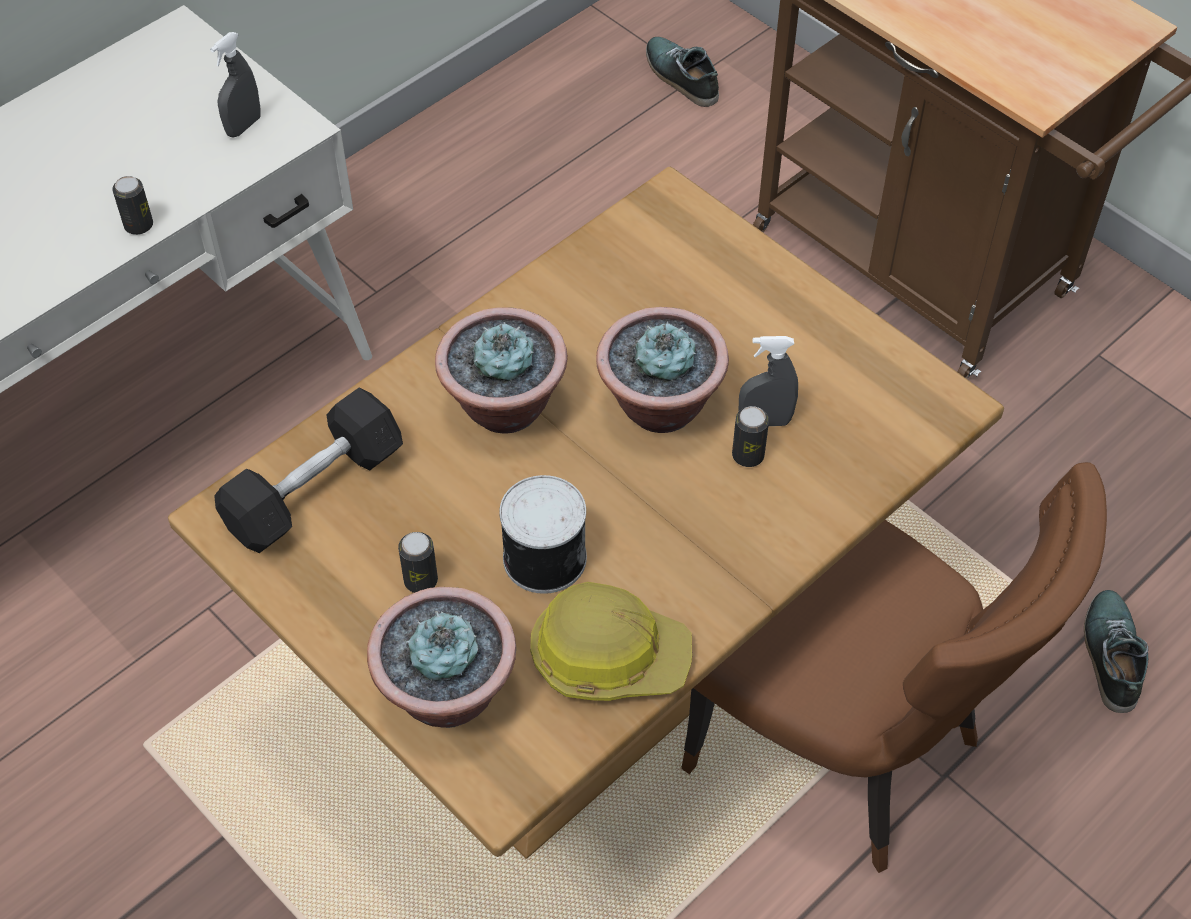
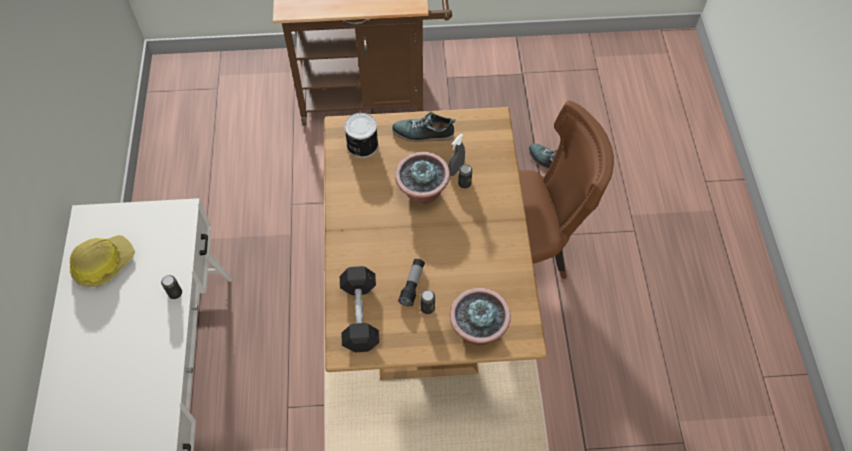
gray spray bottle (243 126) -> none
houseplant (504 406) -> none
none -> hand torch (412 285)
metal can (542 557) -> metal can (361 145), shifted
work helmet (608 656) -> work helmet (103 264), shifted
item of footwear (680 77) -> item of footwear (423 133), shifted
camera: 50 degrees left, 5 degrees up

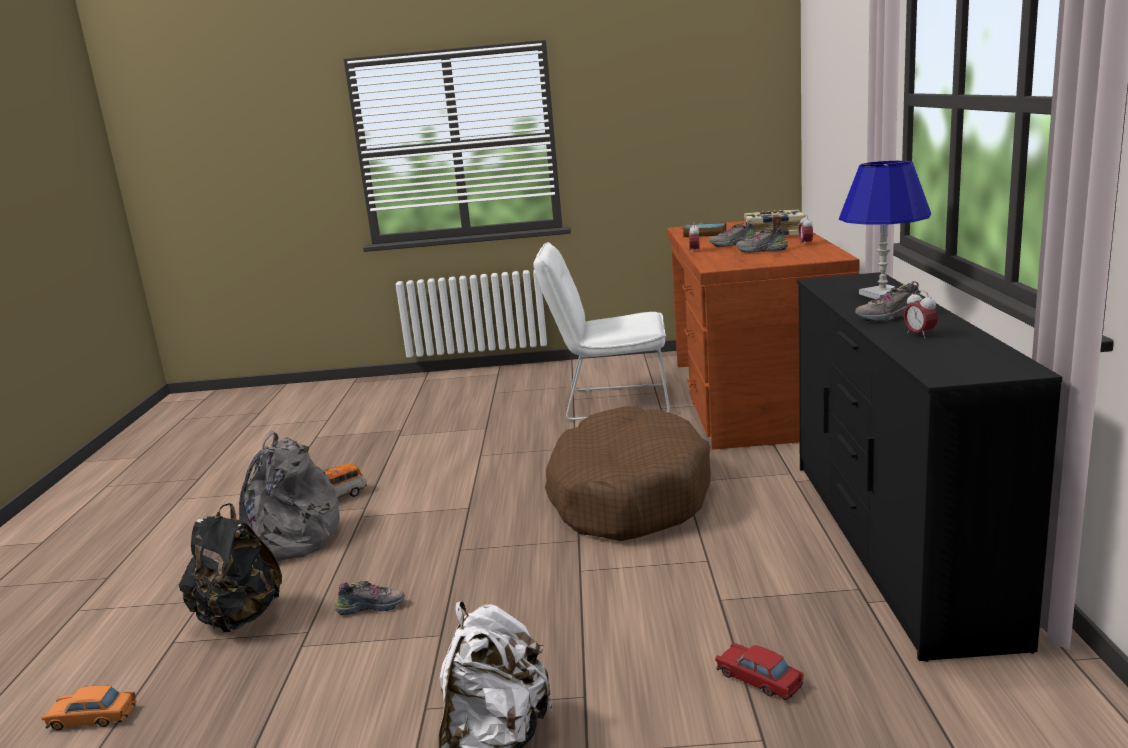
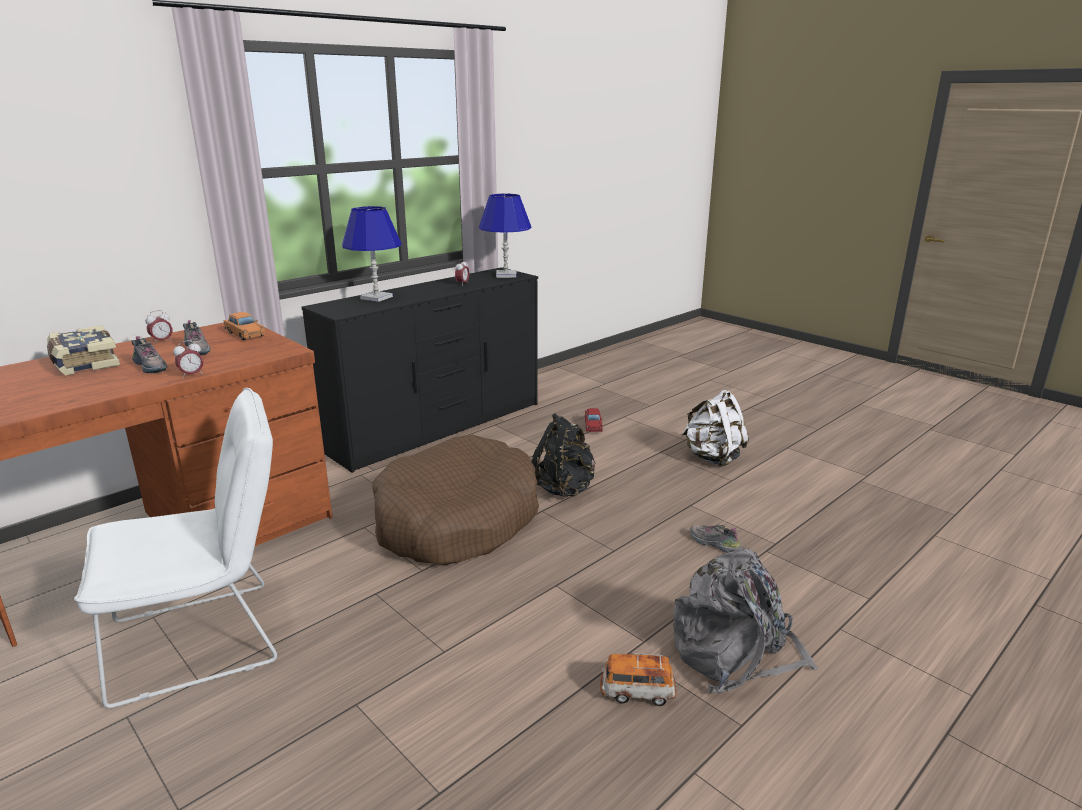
bound book (703 234) -> none
item of footwear (891 317) -> none
none -> blue-coloured table lamp (506 275)
orange-coloured model car (92 718) -> orange-coloured model car (245 334), shifted
black-coloured knapsack (239 618) -> black-coloured knapsack (565 488), shifted
white upright chair (608 403) -> white upright chair (209 638), 75 degrees counterclockwise
camera: 135 degrees left, 5 degrees up

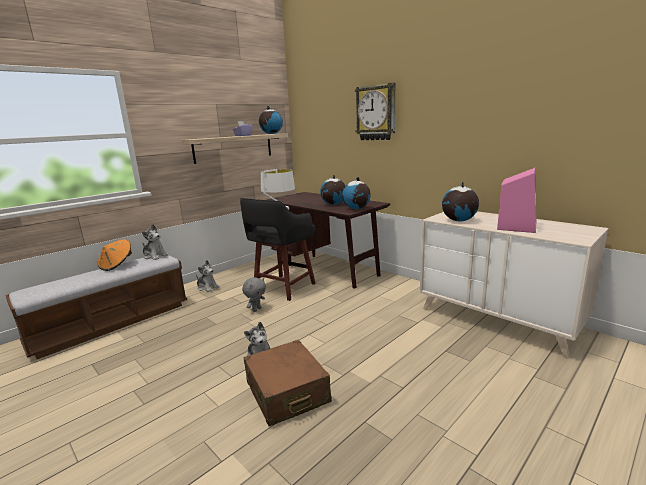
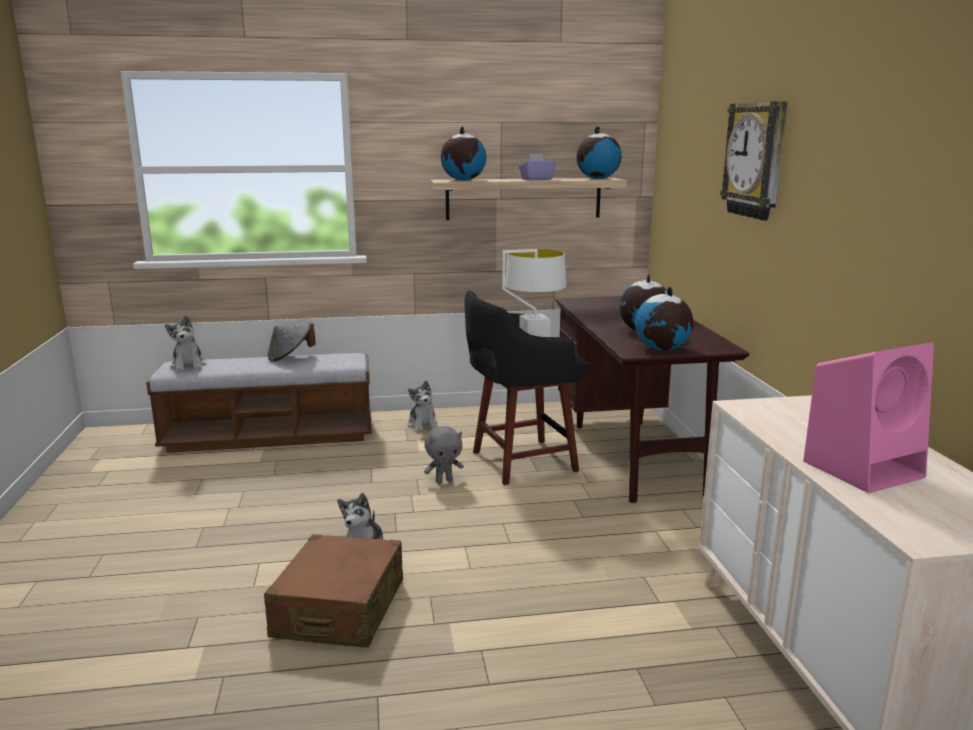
soft toy (155 256) -> soft toy (188 366), shifted
world globe (458 220) -> world globe (463 180), shifted
orange-coloured wearable hat (117 265) -> gray wearable hat (290 357)
camera: 35 degrees right, 0 degrees up

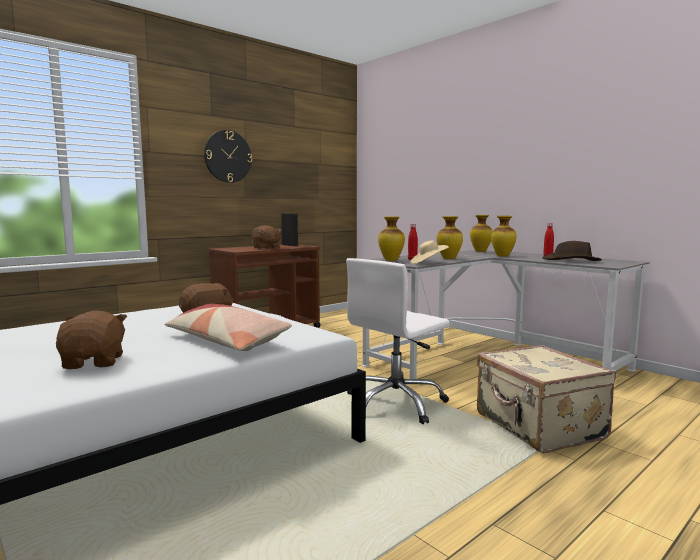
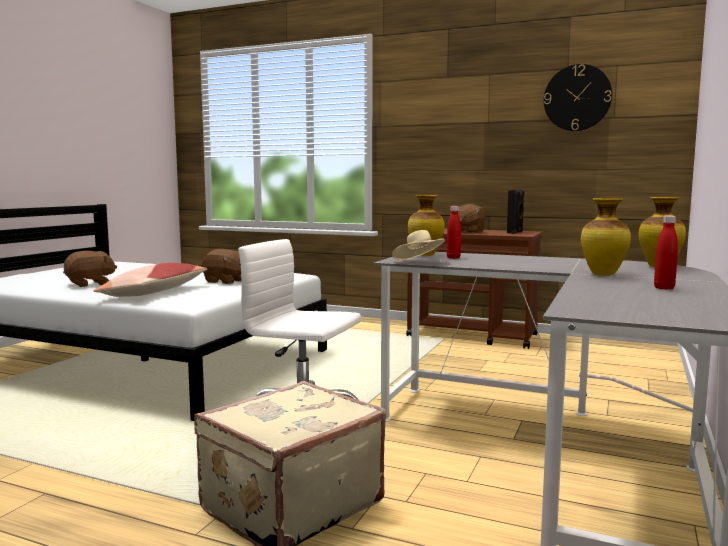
decorative vase (449 259) -> none
brown-coloured wearable hat (571 260) -> none
wall clock (228 156) -> wall clock (577 98), shifted
camera: 65 degrees right, 0 degrees up

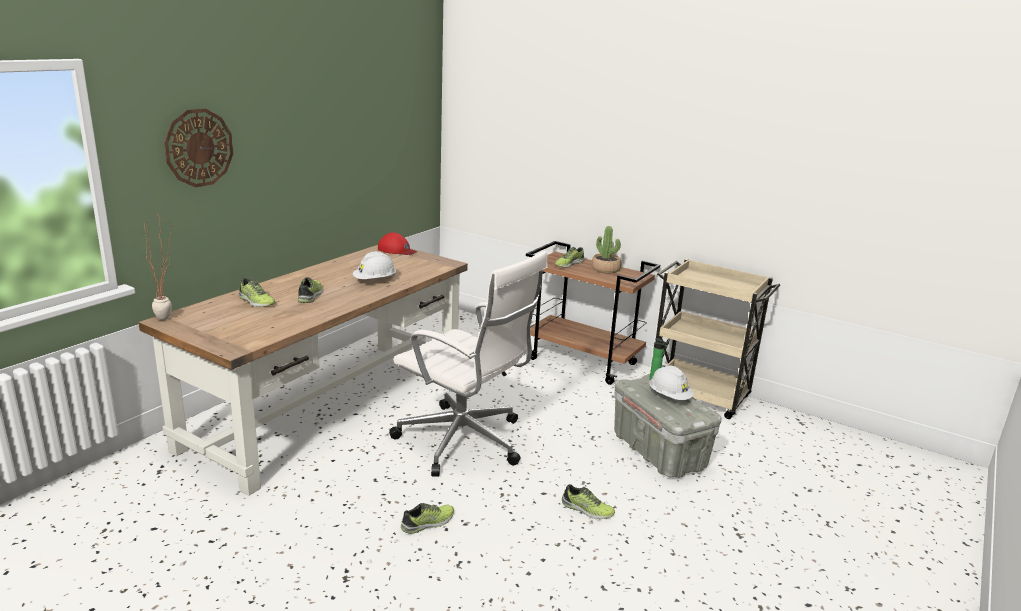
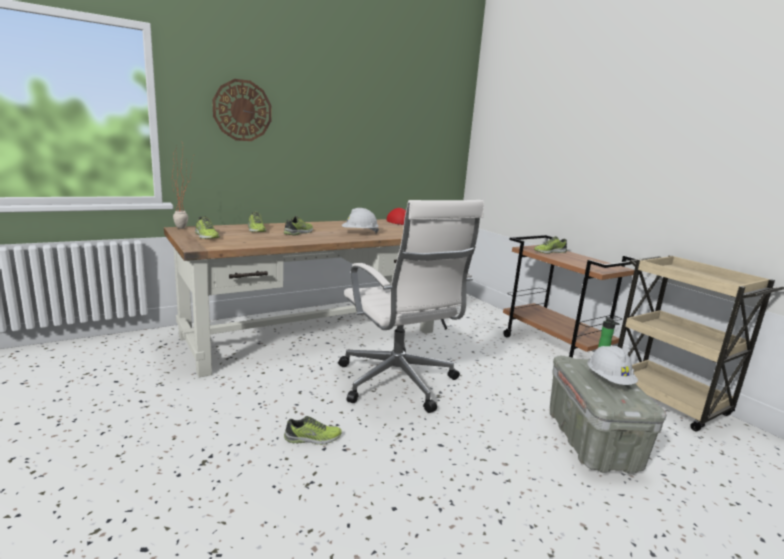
houseplant (605 269) -> none
item of footwear (587 510) -> item of footwear (206 236), shifted
camera: 25 degrees right, 5 degrees down

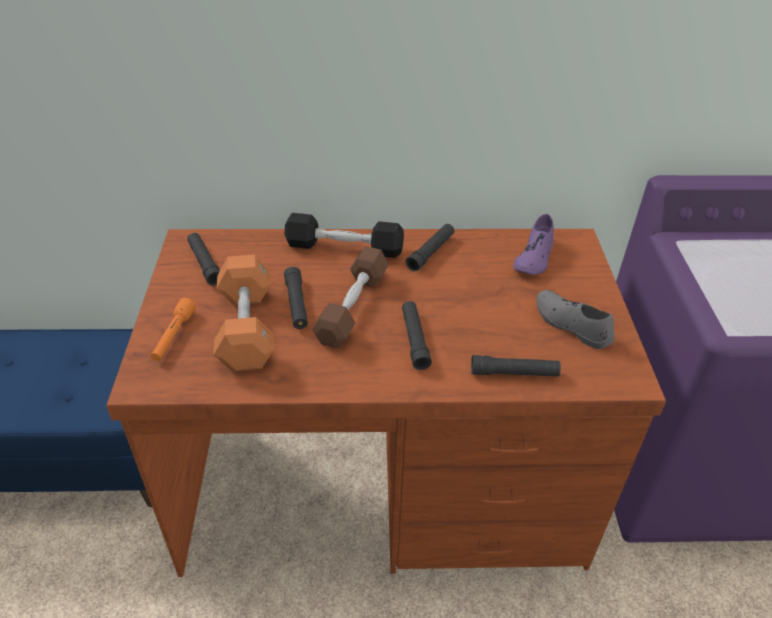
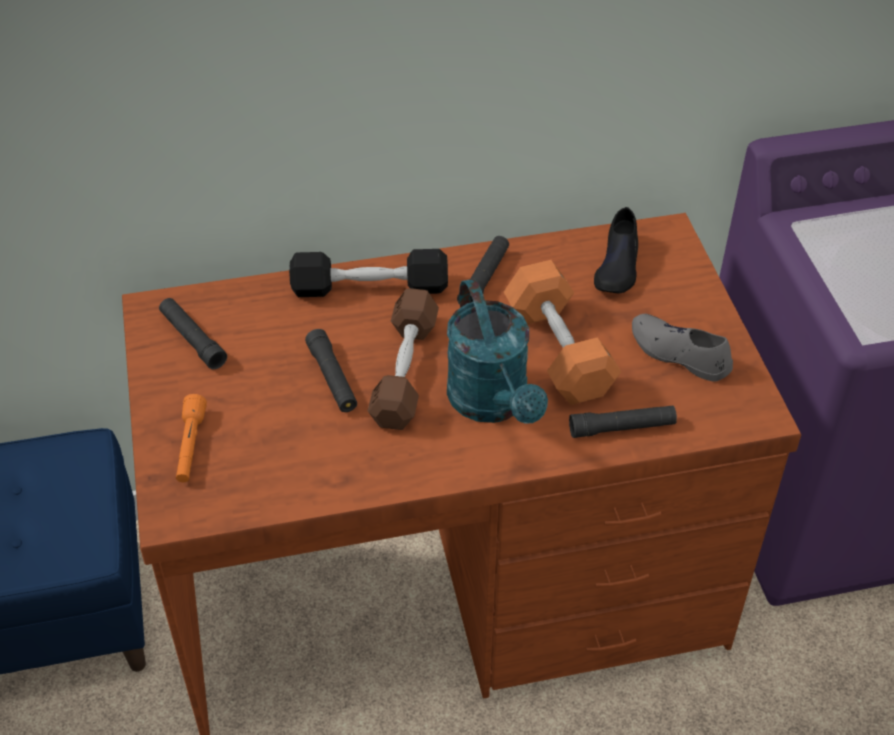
orange-coloured free weight (246 328) -> orange-coloured free weight (559 351), shifted
black-coloured hand torch (414 340) -> blue-green watering can (493 404)
purplish item of footwear (534 257) -> black-coloured item of footwear (617 266)
camera: 10 degrees left, 5 degrees up

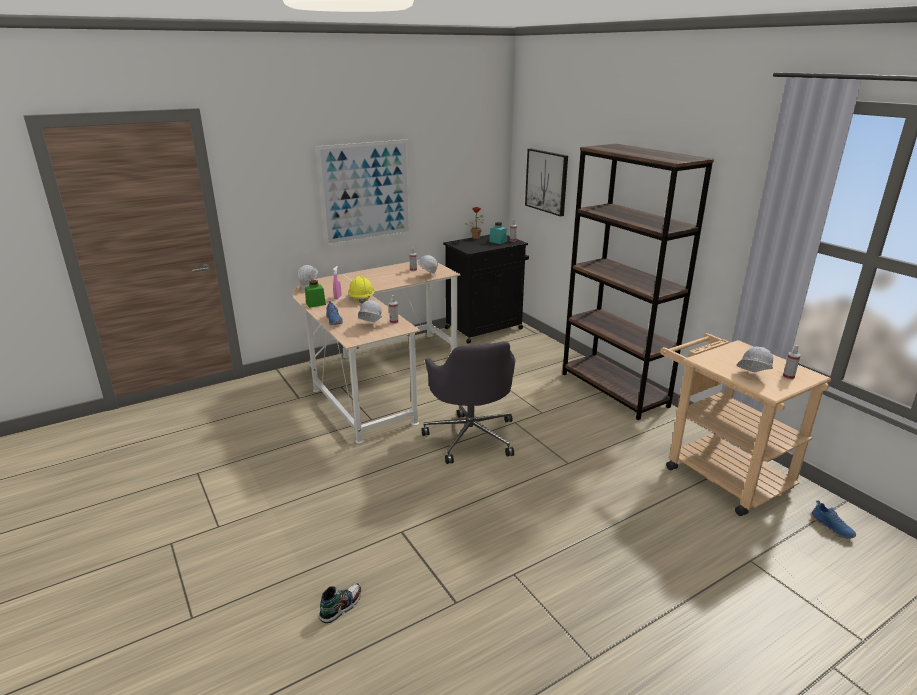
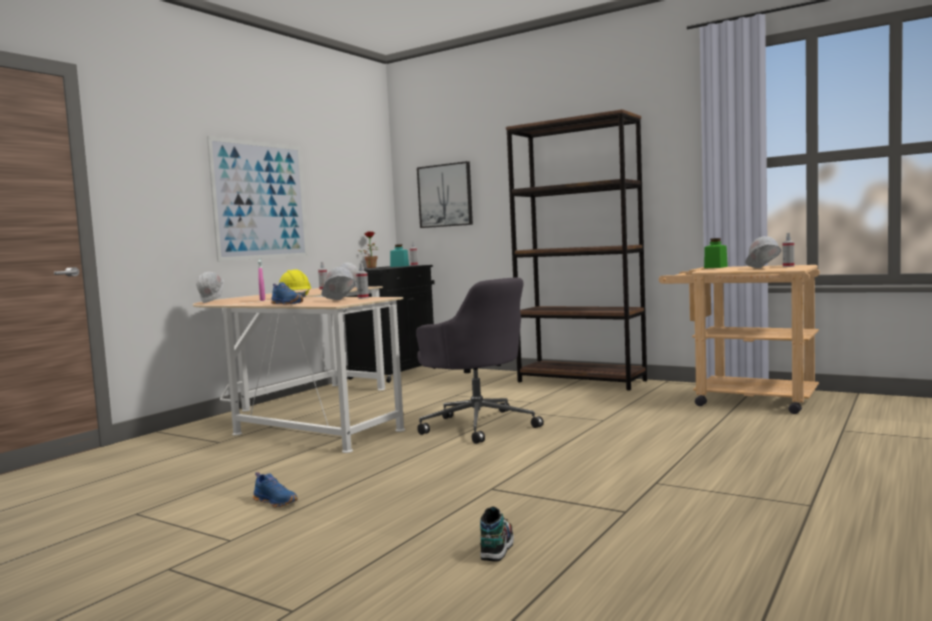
green-coloured jar (315 304) -> green-coloured jar (715 267), shifted
blue-coloured item of footwear (832 527) -> blue-coloured item of footwear (276 502), shifted
camera: 25 degrees left, 20 degrees down

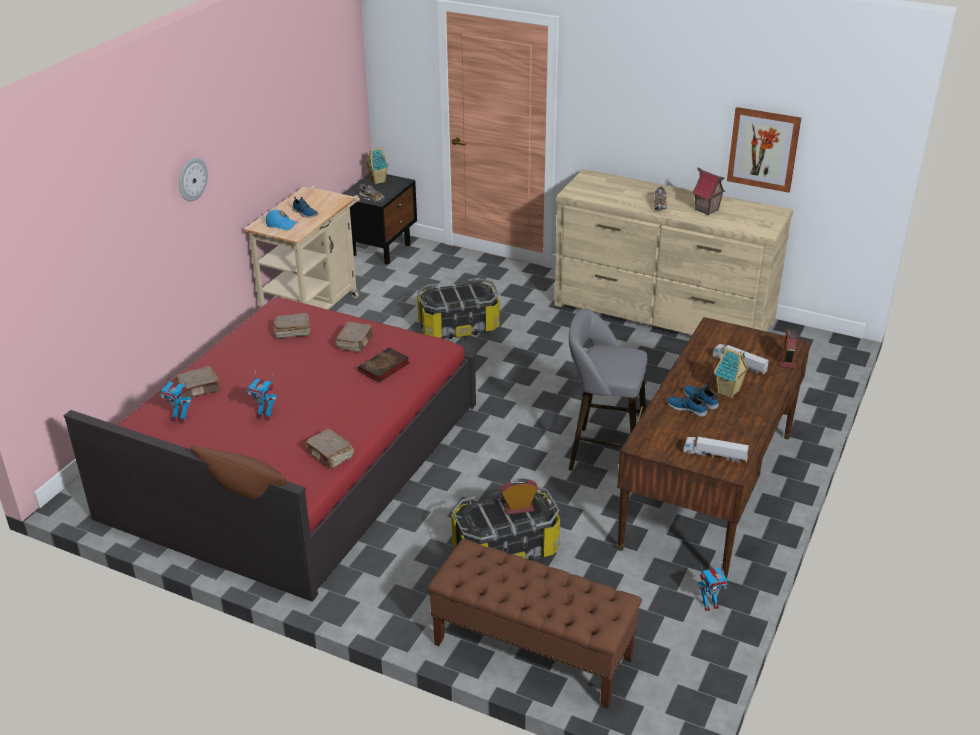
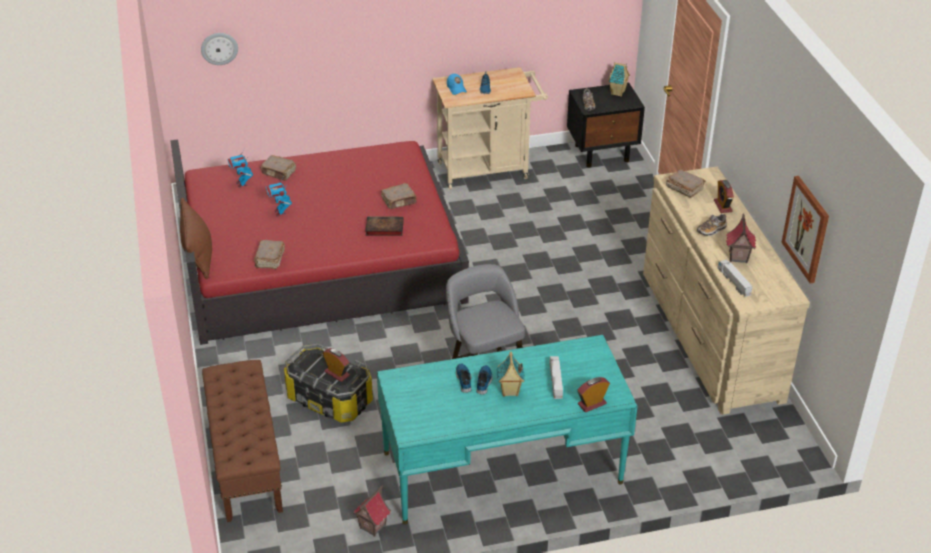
storage container (458 326) -> none
none -> bedside clock (723 206)
wall clock (192 179) -> wall clock (219 48), shifted
brown-coloured bound book (292 332) -> brown-coloured bound book (684 188), shifted
toy lorry (715 455) -> toy lorry (733 282), shifted
robot figure (709 605) -> model house (372 526)
brown-coloured desk unit (708 490) -> blue-green desk unit (502 468)
camera: 50 degrees right, 5 degrees up

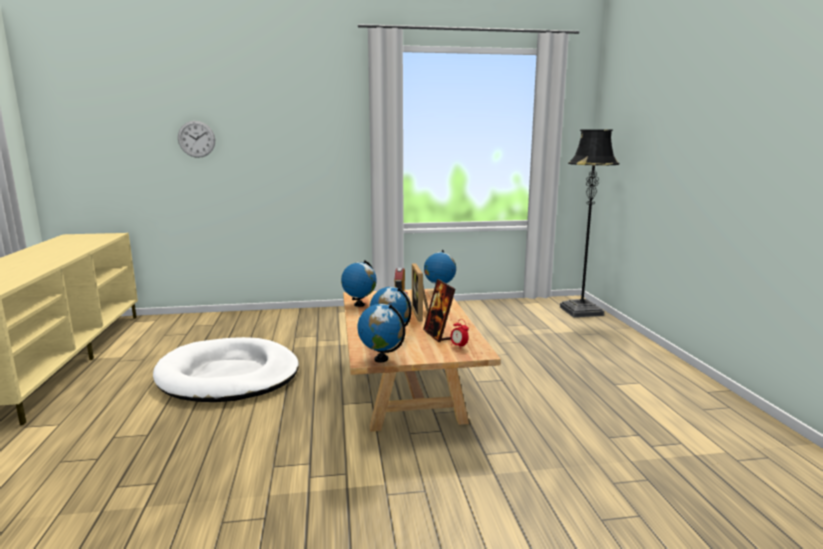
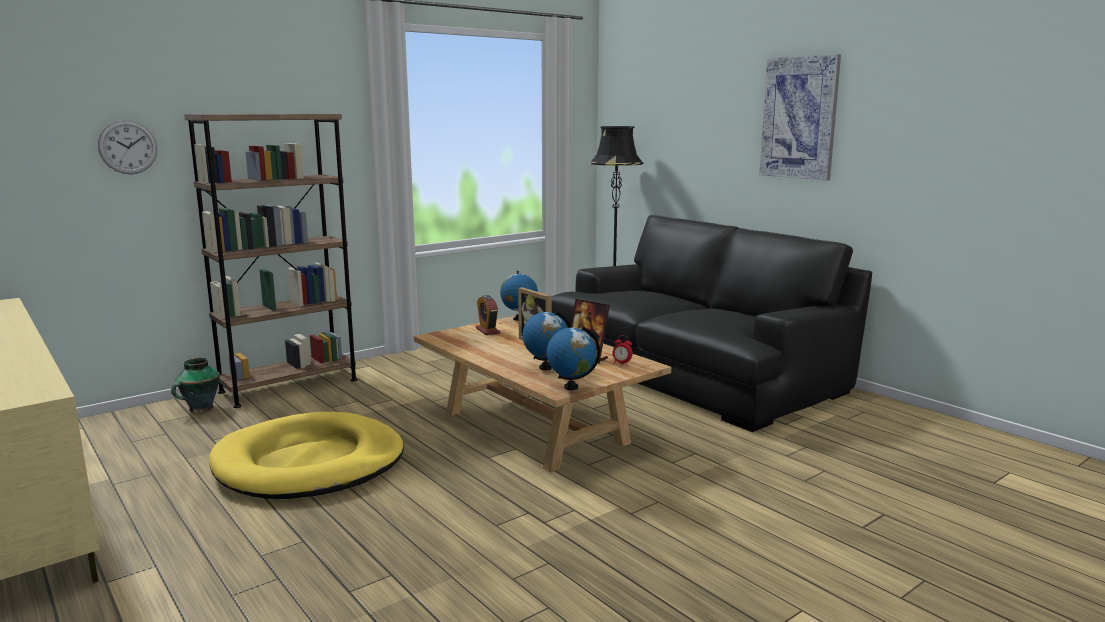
world globe (359 305) -> none
none -> decorative vase (200 409)
none -> brown-coloured bookshelf (289 386)
none -> black-coloured settee (694 372)
none -> wall art (799 118)
white dog bed (228 375) -> yellow-coloured dog bed (310 463)
camera: 30 degrees left, 0 degrees up

